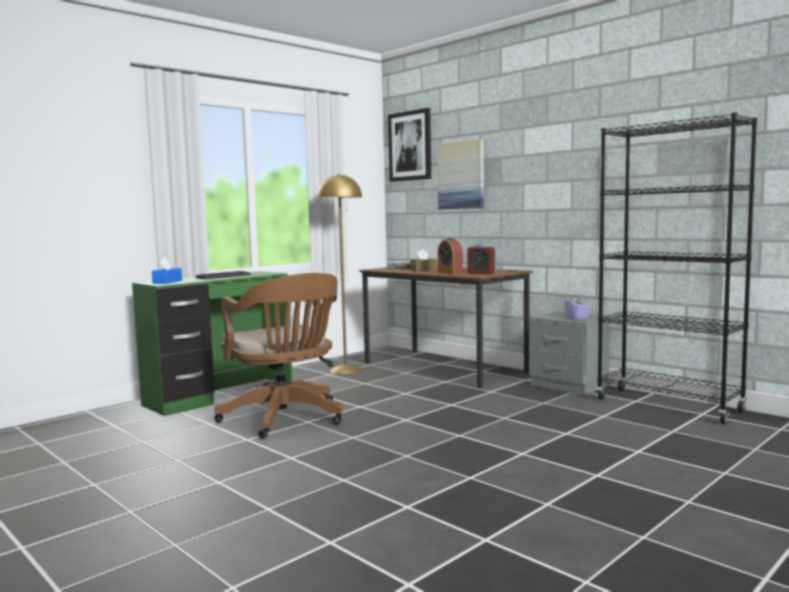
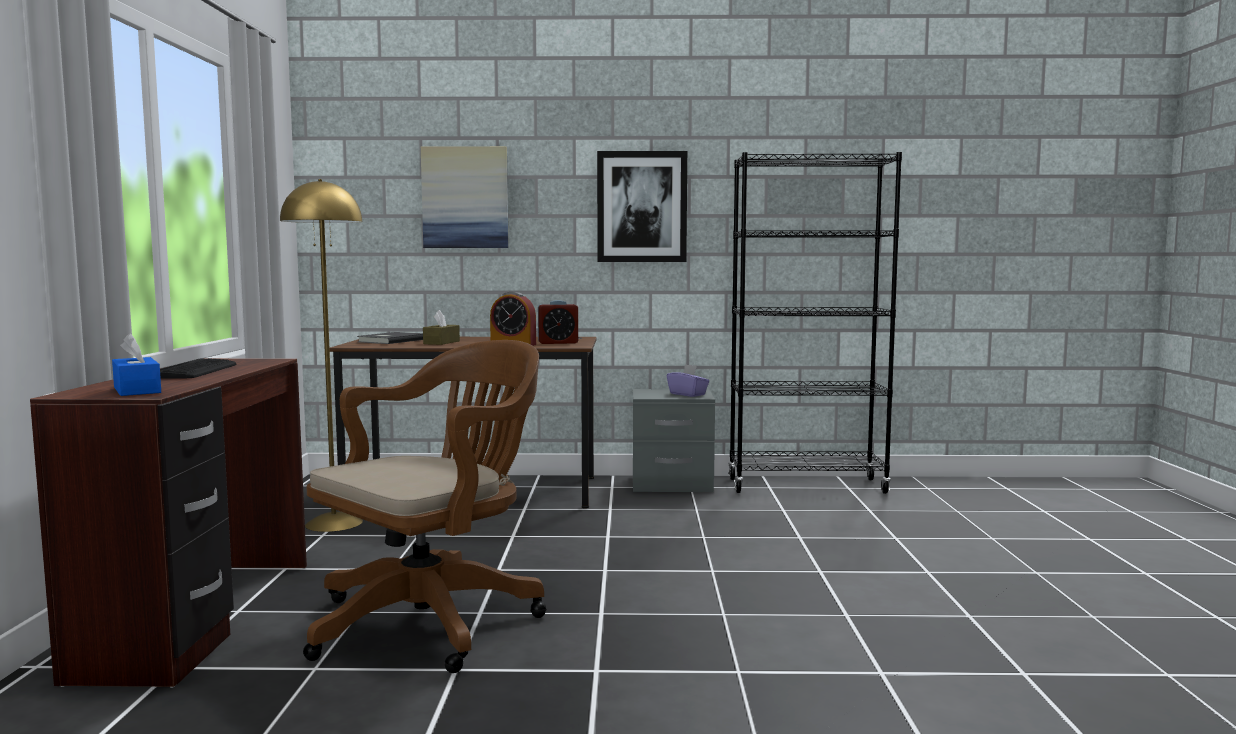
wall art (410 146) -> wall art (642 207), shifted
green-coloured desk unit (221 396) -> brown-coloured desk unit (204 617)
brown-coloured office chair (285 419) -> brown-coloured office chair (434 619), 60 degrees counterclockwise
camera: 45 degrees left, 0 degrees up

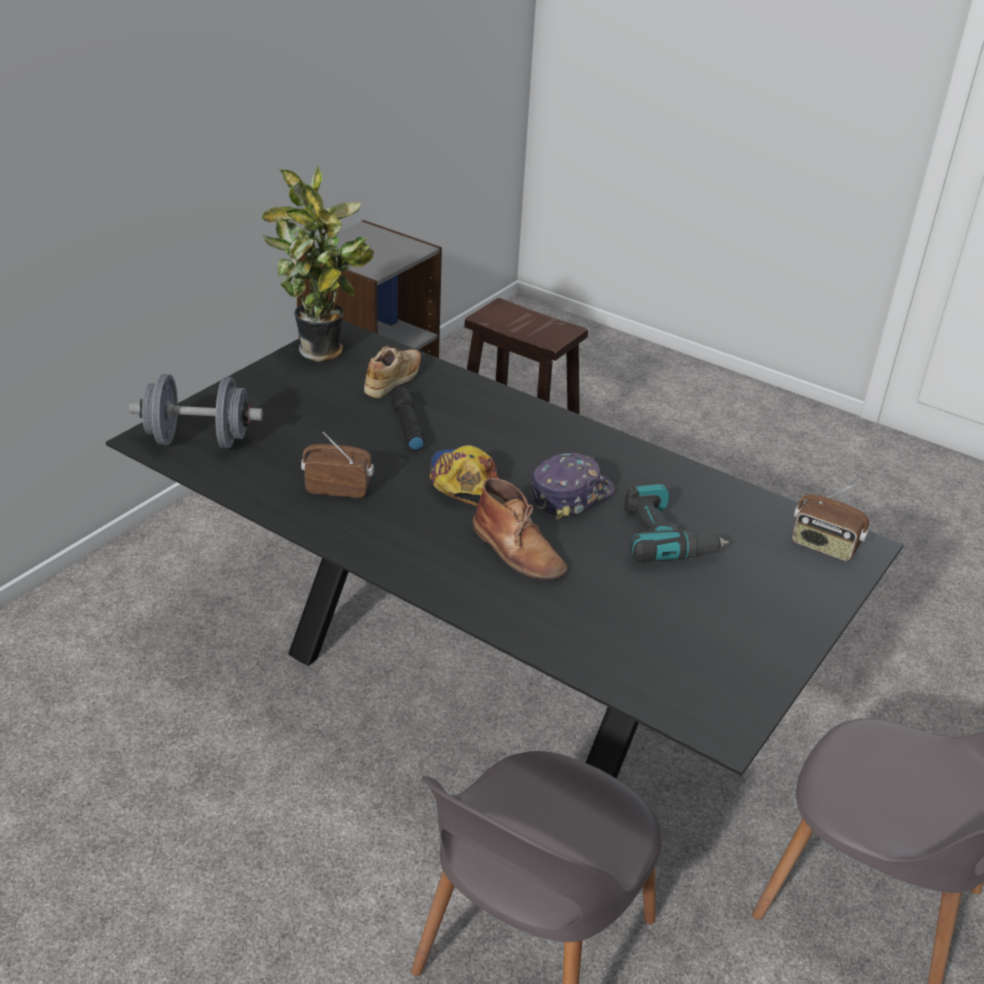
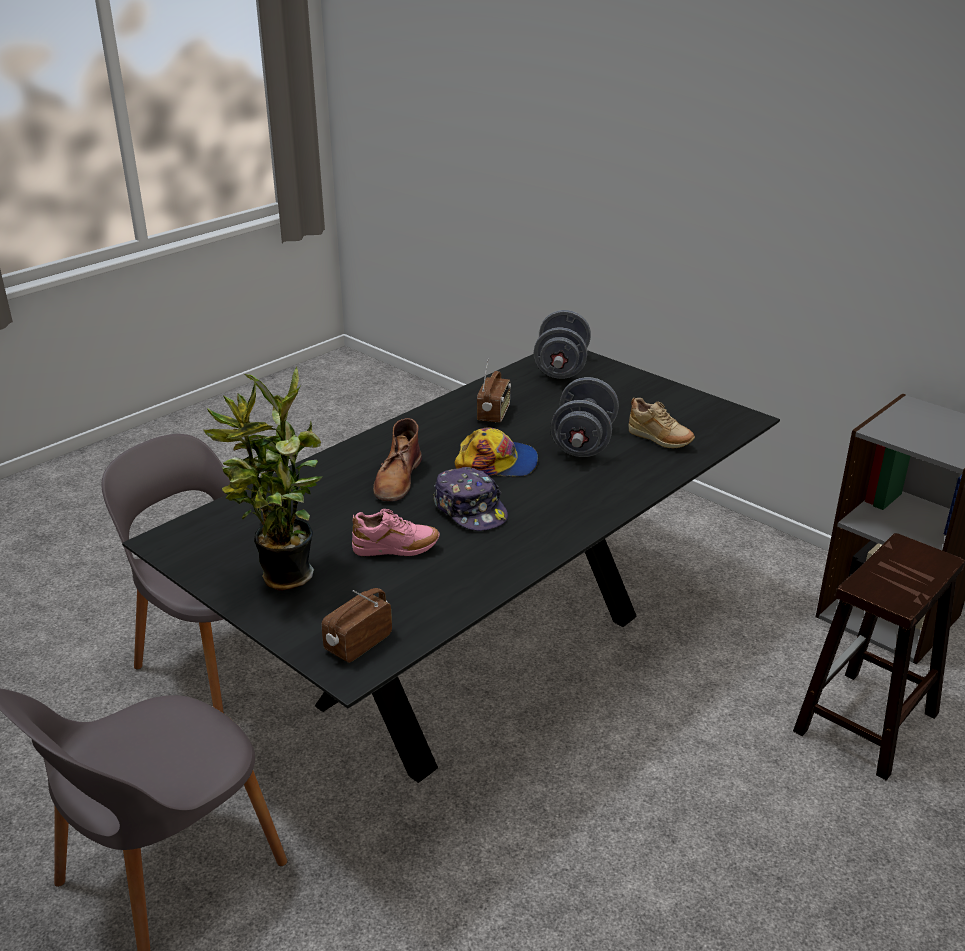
houseplant (324 353) -> houseplant (282 578), shifted
black-coloured hand torch (406 426) -> gray free weight (583 443)
electric drill (665 538) -> pink item of footwear (396 550)
brown-coloured tall boot (518 550) -> brown-coloured tall boot (397 479), 45 degrees counterclockwise
camera: 100 degrees right, 5 degrees down

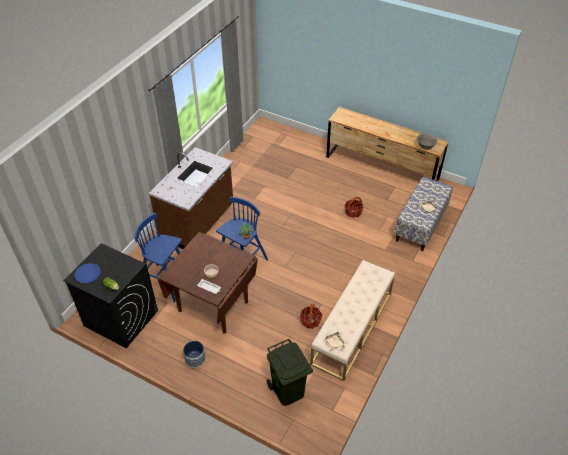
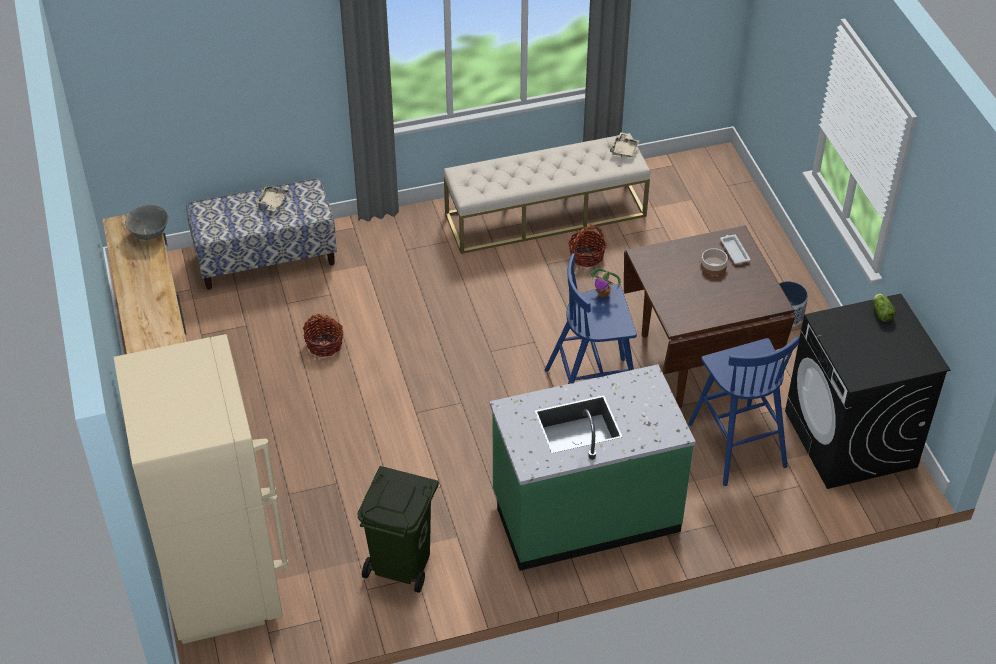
blue-coloured flat dish (87 274) -> none
none -> beige-coloured kitchen fridge (222 582)
green-coloured waste bin (287 391) -> green-coloured waste bin (402 563), shifted
brown-coloured counter (198 222) -> green-coloured counter (585 512)
camera: 135 degrees left, 0 degrees up

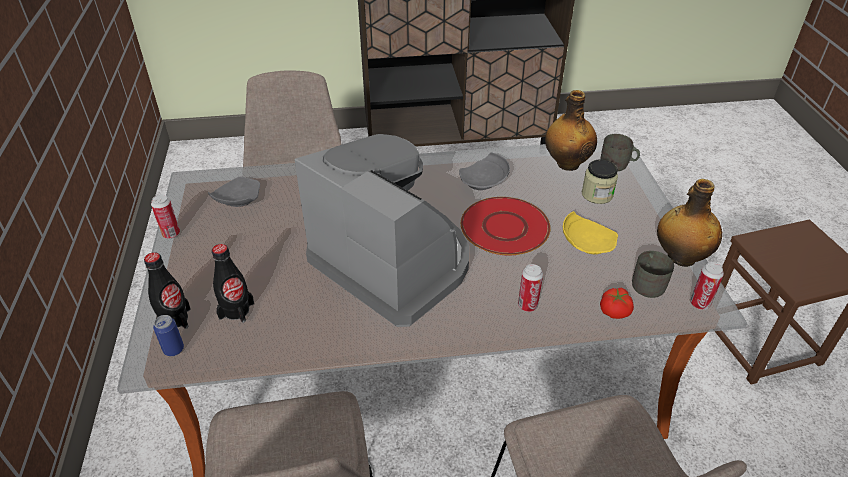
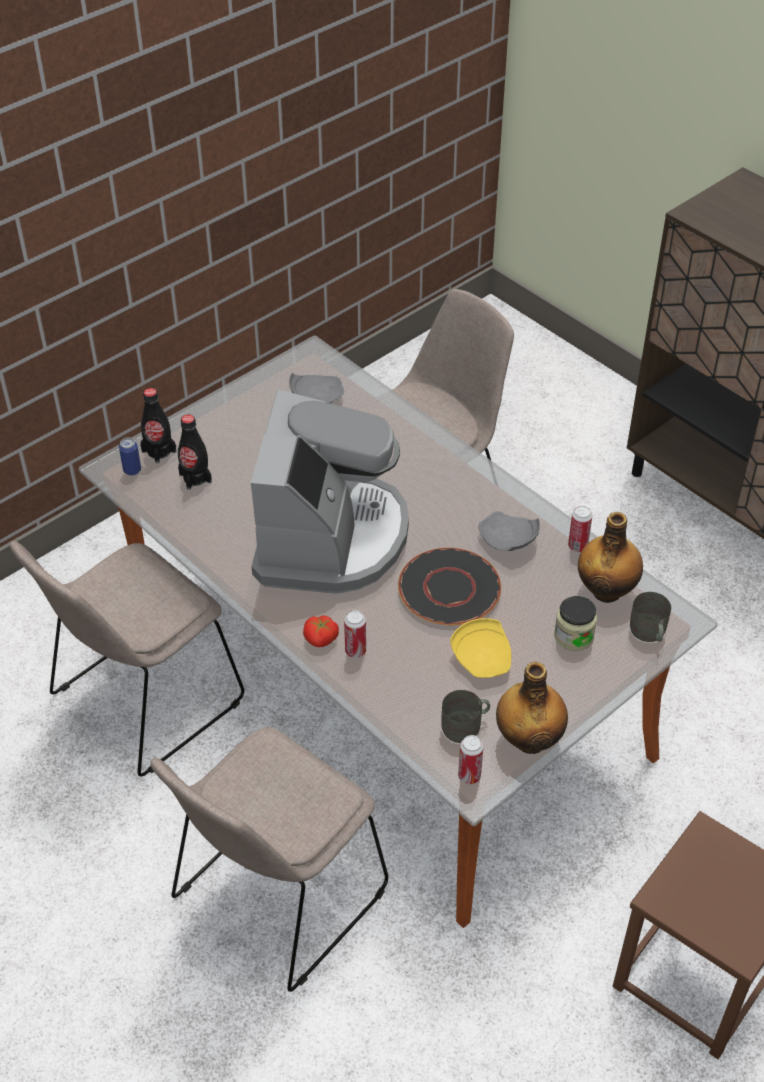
metal can (171 234) -> metal can (577 546), shifted
tomato (615 311) -> tomato (321 639), shifted
red flat dish (504 227) -> black-coloured flat dish (449 588)
camera: 55 degrees right, 5 degrees up

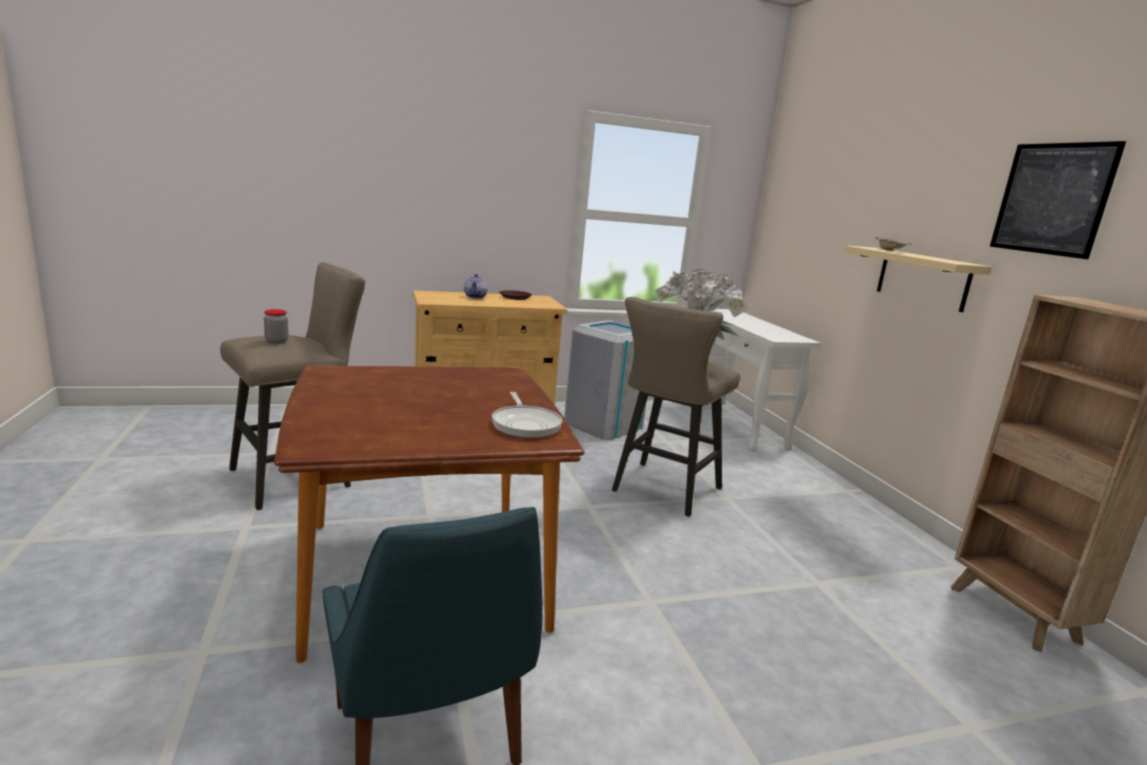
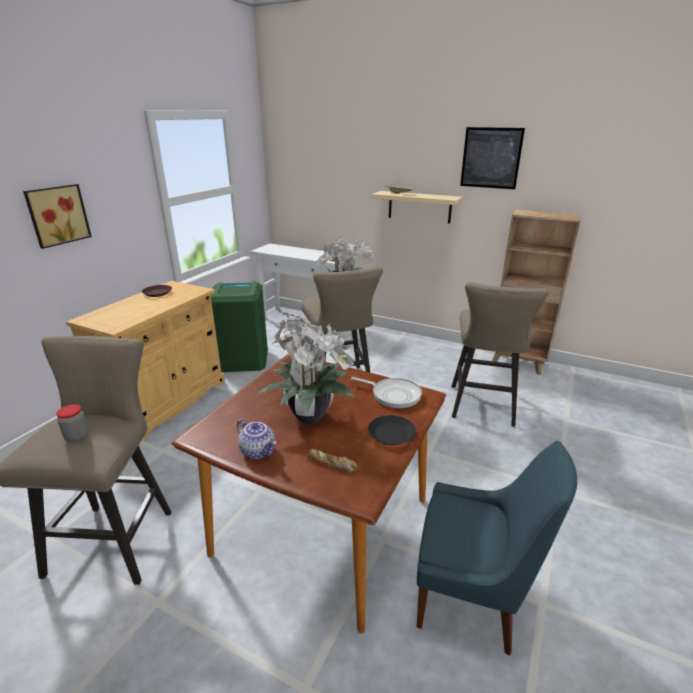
none -> wall art (57 215)
none -> houseplant (308 415)
none -> bakery bread (331 464)
none -> black-coloured flat dish (391 434)
none -> beige-coloured stool seat (482 408)
pot for tea (475 297) -> pot for tea (258 451), shifted
gray waste bin (602 424) -> green-coloured waste bin (242 359)
camera: 45 degrees left, 10 degrees up

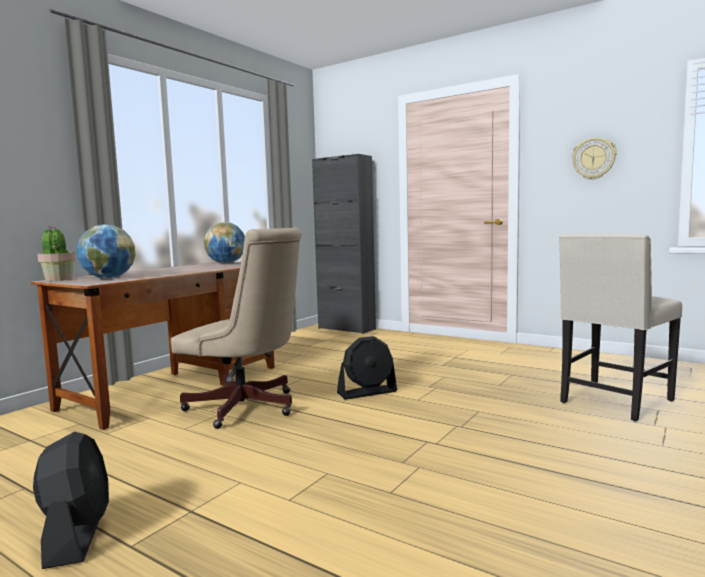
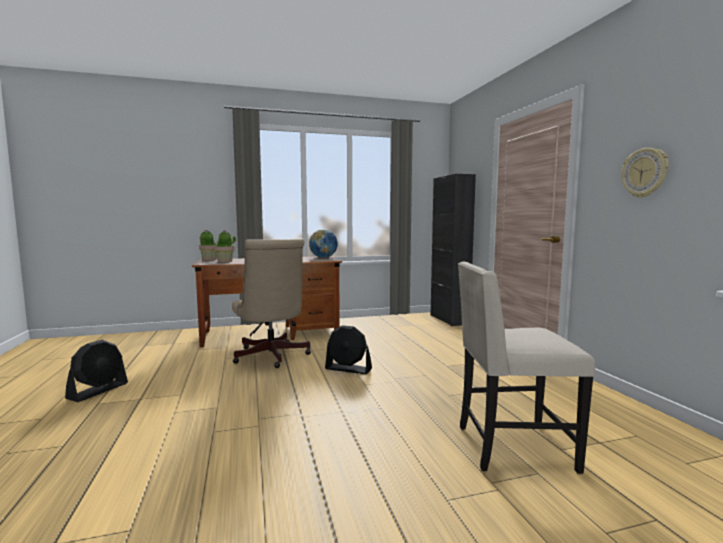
world globe (108 278) -> houseplant (225 261)
camera: 40 degrees right, 0 degrees up

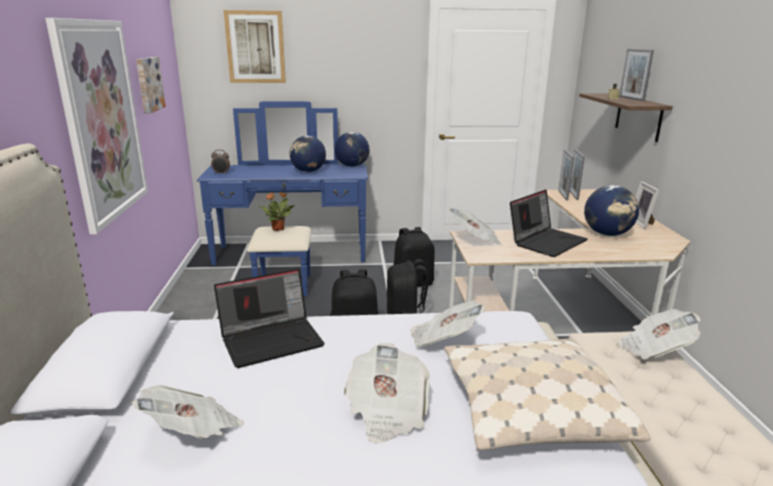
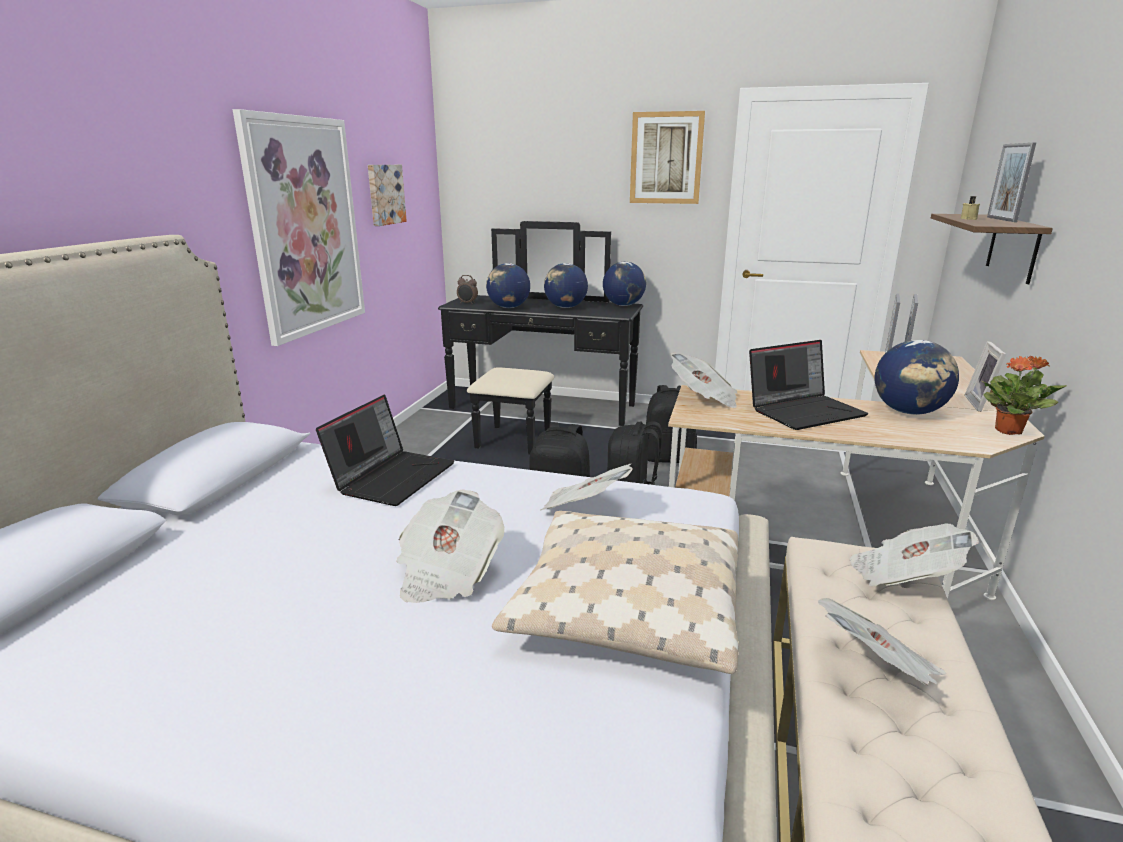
none -> world globe (508 307)
printed paper (194 432) -> printed paper (877 668), shifted
wall art (255 47) -> wall art (666 158), shifted
houseplant (278 229) -> houseplant (1009 431), shifted
blue-coloured drawer chest (290 260) -> black-coloured drawer chest (537 414)
laptop (272 339) -> laptop (392 476), 60 degrees counterclockwise
camera: 20 degrees right, 0 degrees up

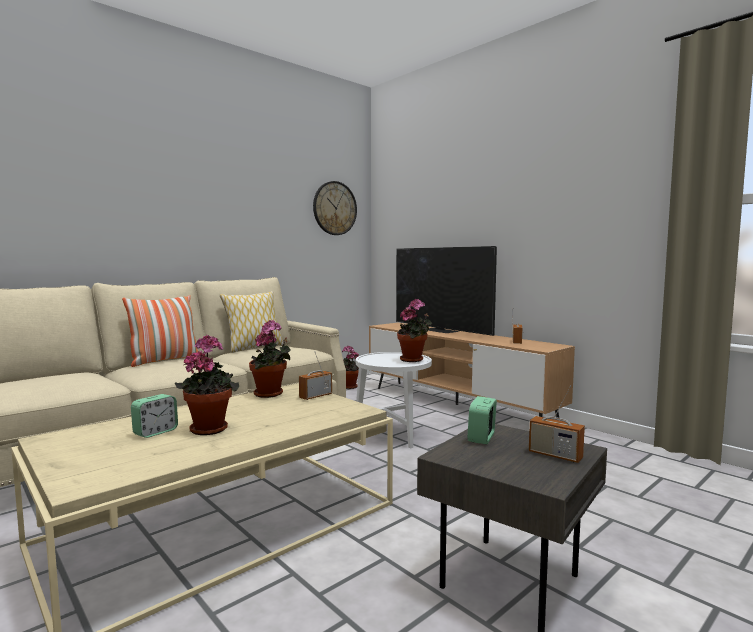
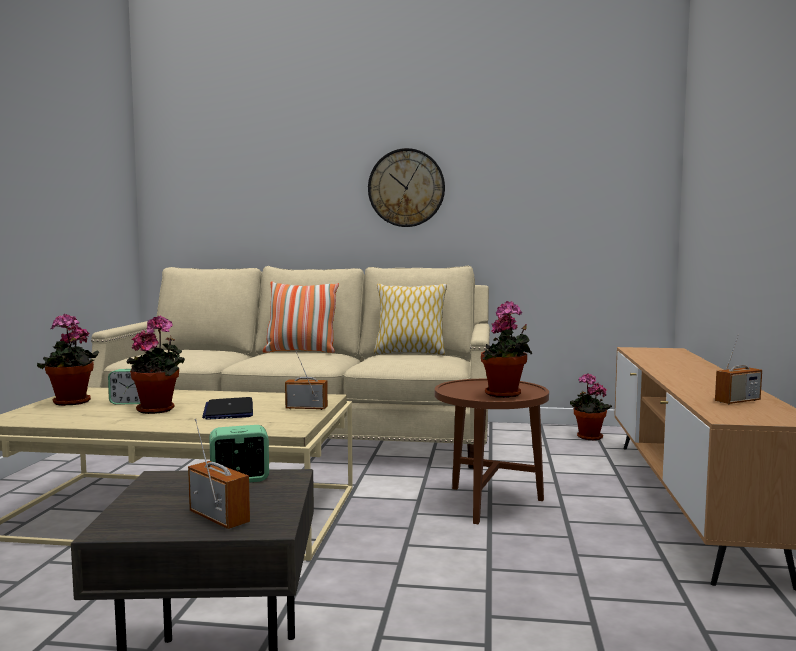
TV (440 330) -> none
none -> laptop (229 410)
houseplant (271 394) -> houseplant (71 403), shifted
wall clock (334 208) -> wall clock (406 188), shifted
white accent table (393 436) -> brown-coloured accent table (489 504)
radio (555 455) -> radio (219 518), 135 degrees clockwise
camera: 50 degrees right, 0 degrees up

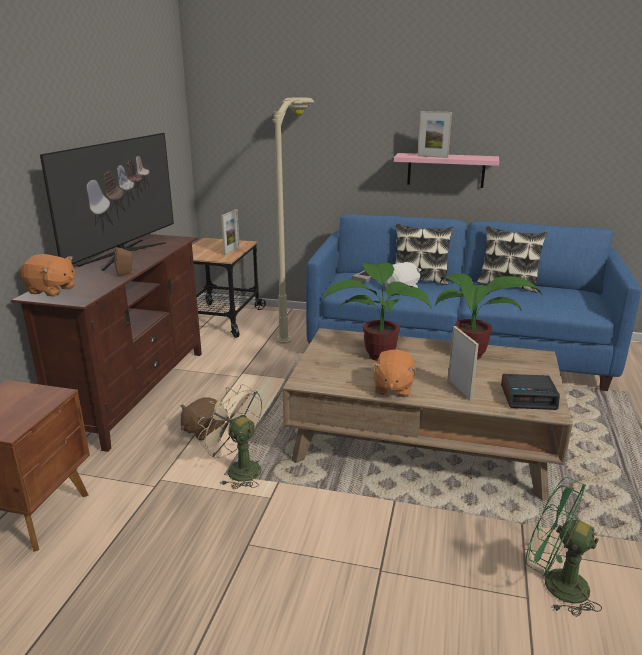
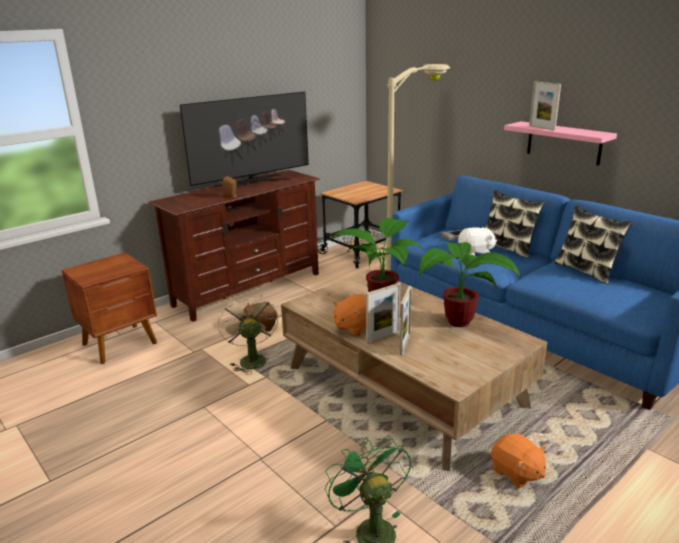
bedside clock (528 397) -> none
orange-coloured soft toy (51 290) -> orange-coloured soft toy (516 473), shifted
photo frame (231 251) -> photo frame (383 337), shifted
camera: 35 degrees right, 0 degrees up

